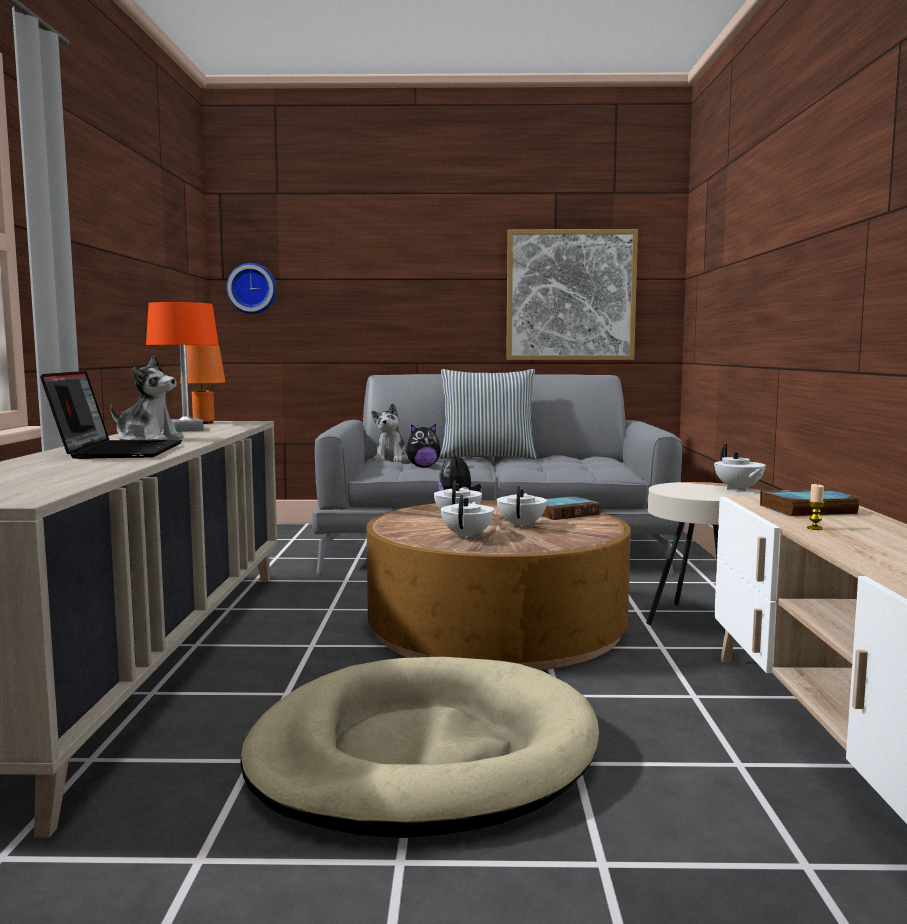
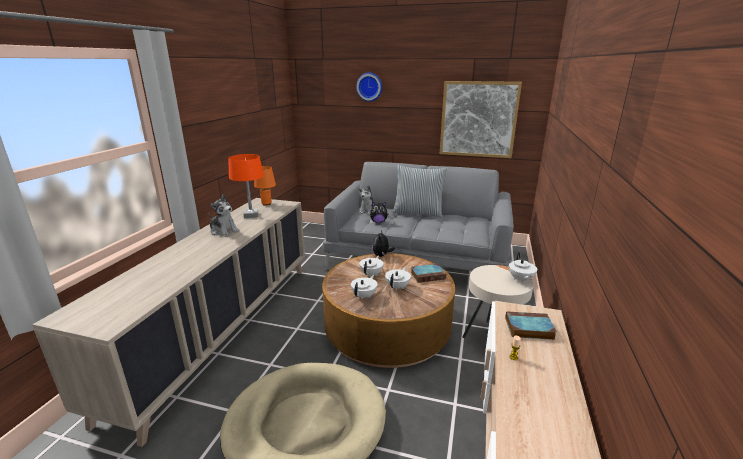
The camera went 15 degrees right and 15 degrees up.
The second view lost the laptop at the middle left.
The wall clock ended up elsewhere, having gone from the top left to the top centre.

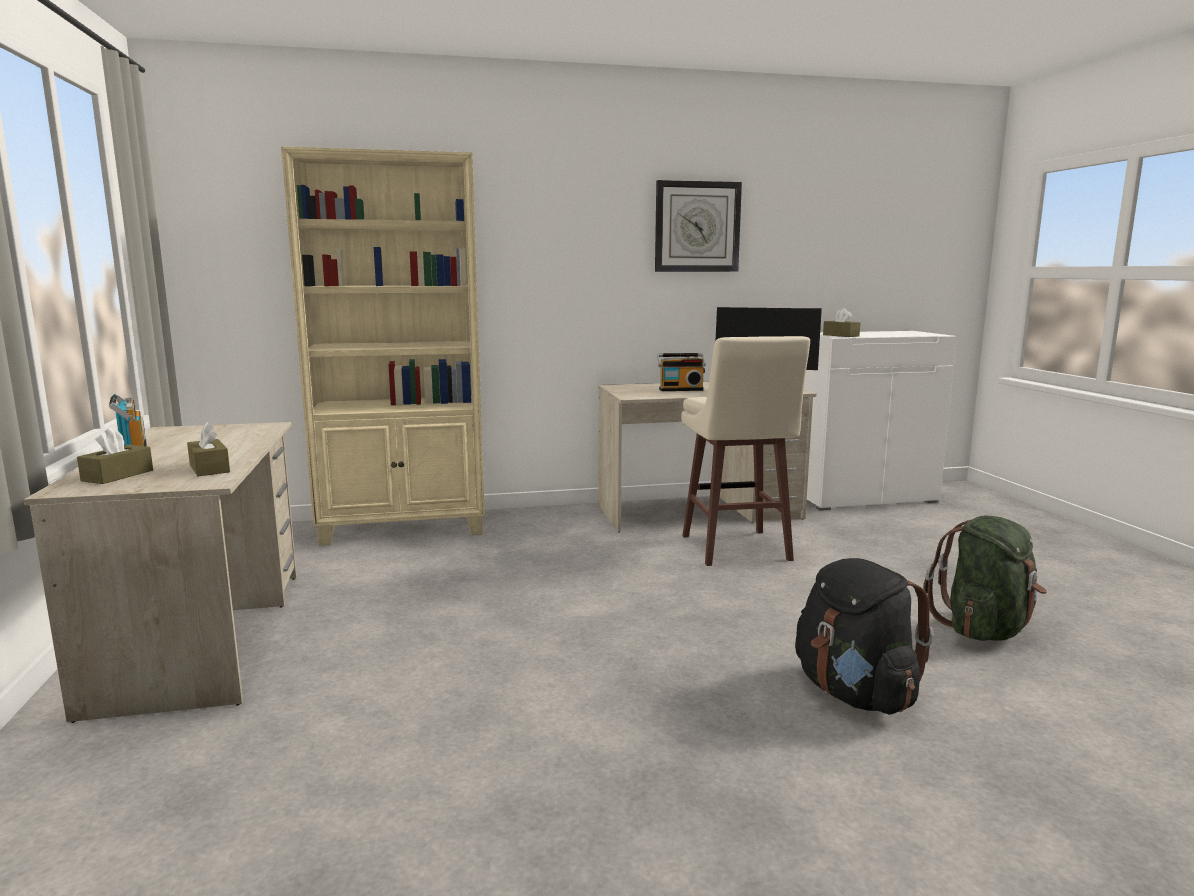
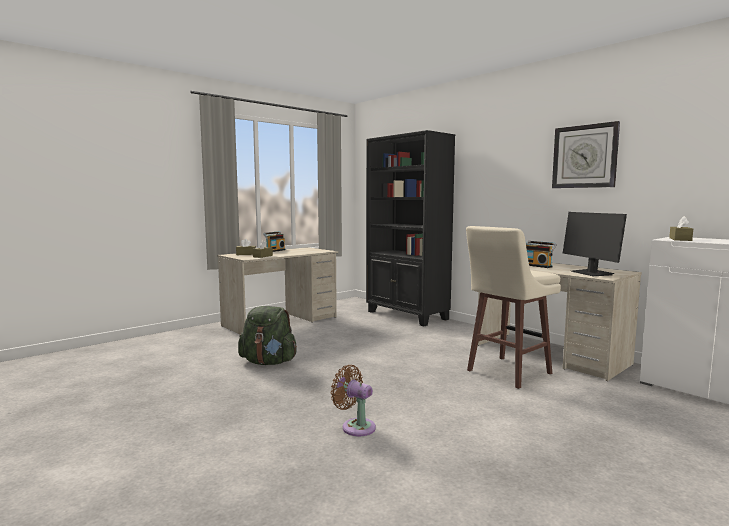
The camera went 60 degrees right and 5 degrees down.
What was the beige bookcase at the middle left turned into the black bookcase at the centre.
Where the black backpack stood at the bottom right, the brown fan came to stand at the bottom centre.
The green backpack ended up elsewhere, having gone from the middle right to the centre.

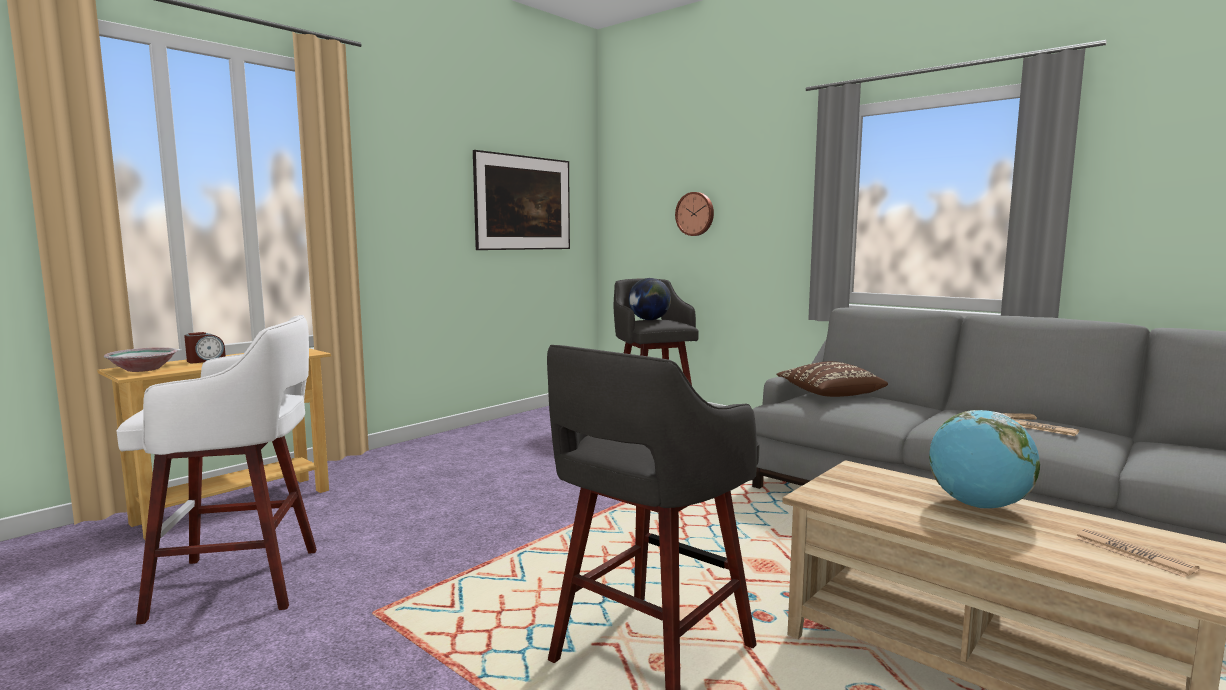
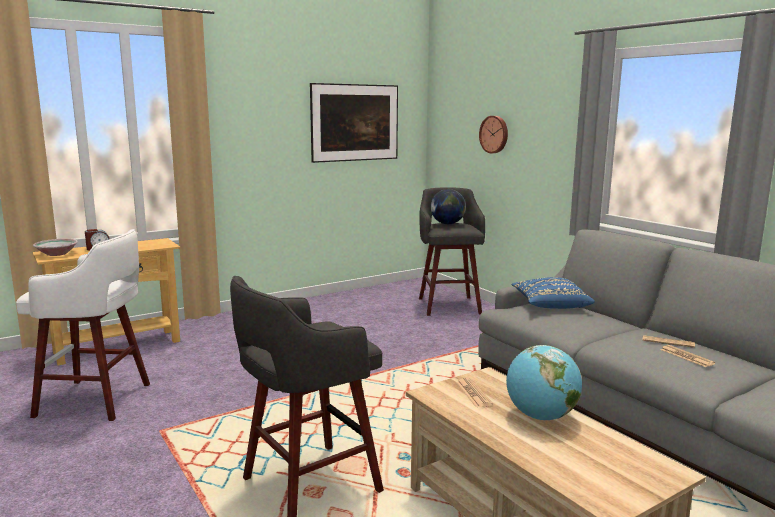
The camera went 15 degrees right and 5 degrees up.
What was the brown pillow at the middle right turned into the blue pillow at the middle right.
The newspaper (3rd from left in the first image) ended up elsewhere, having gone from the bottom right to the bottom centre.

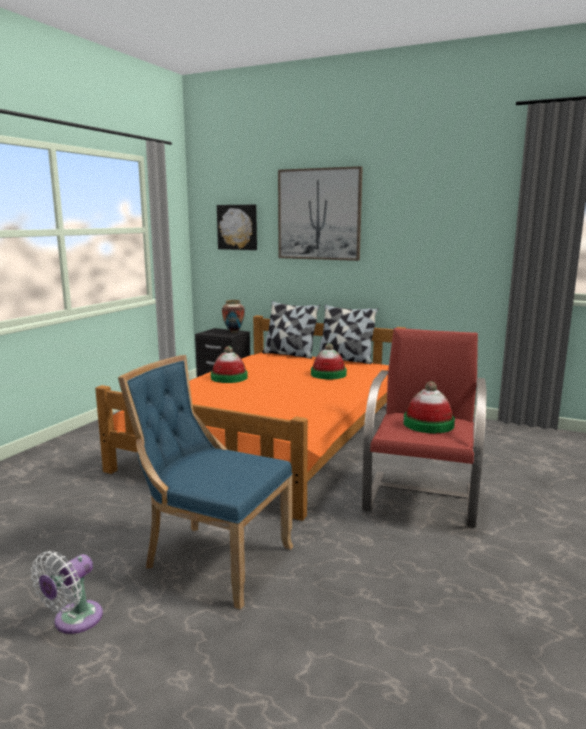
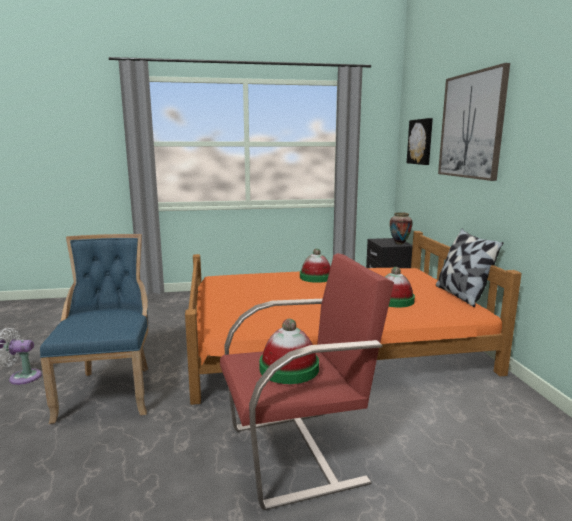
The camera went 55 degrees right and 0 degrees up.
The second view lost the pillow (1st from left) at the centre.

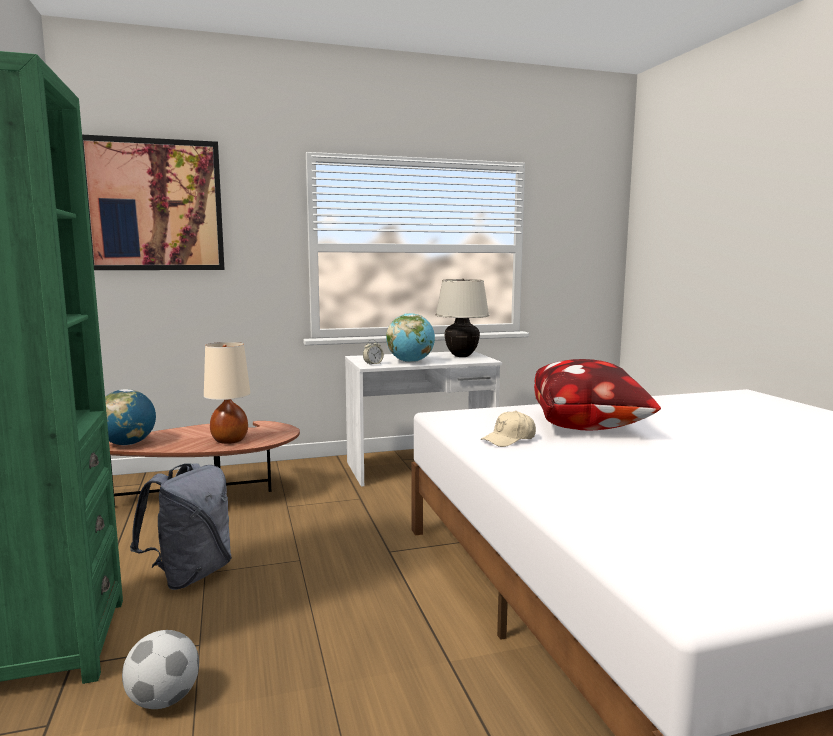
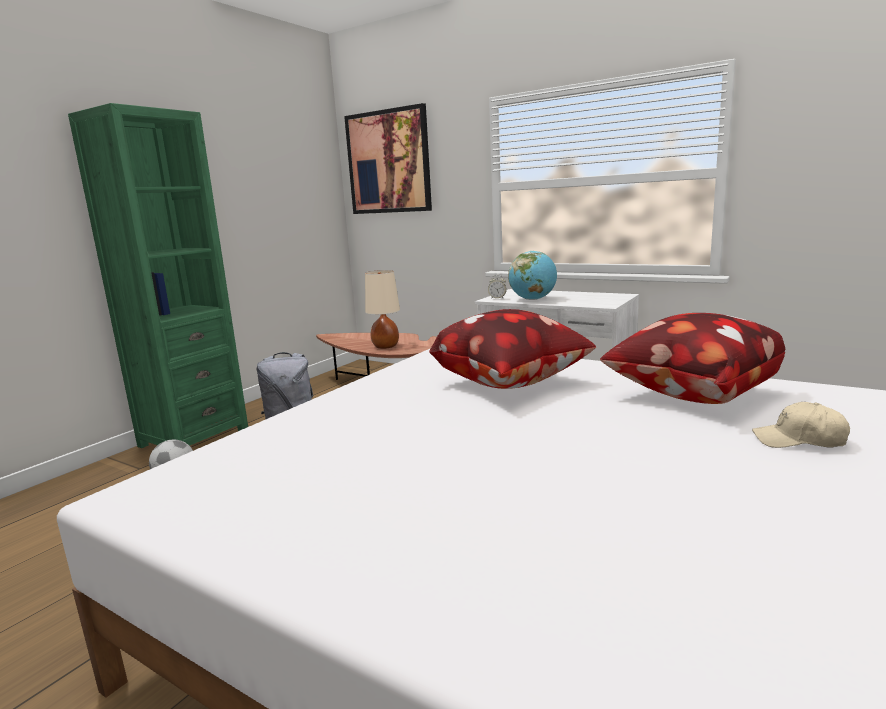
The camera went 50 degrees right and 5 degrees up.
The second view lost the globe (1st from left) at the middle left.
The second view lost the beige table lamp (2nd from left) at the centre.
The beige cap ended up elsewhere, having gone from the centre to the middle right.
The second view gained the pillow (2nd from left) at the middle right.

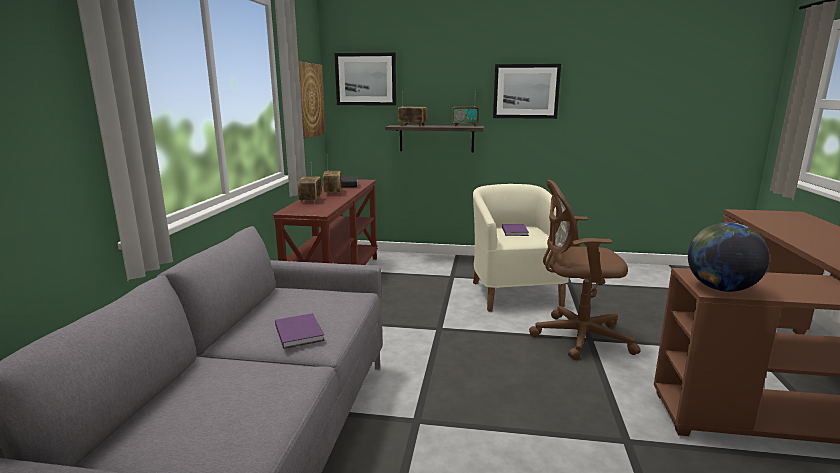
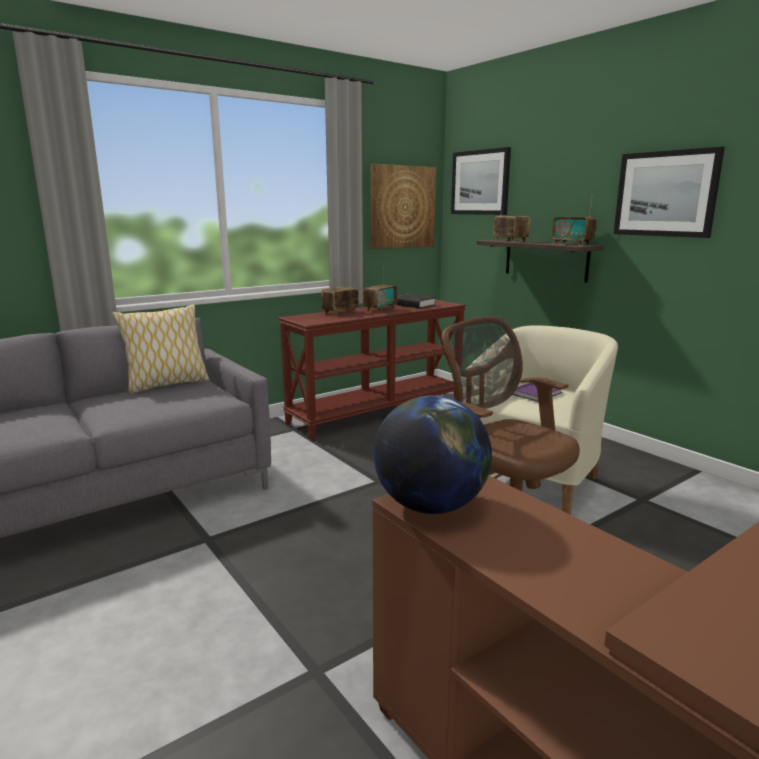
The camera went 45 degrees right and 0 degrees up.
The second view lost the purple book (1st from left) at the bottom centre.
The second view gained the pillow at the middle left.

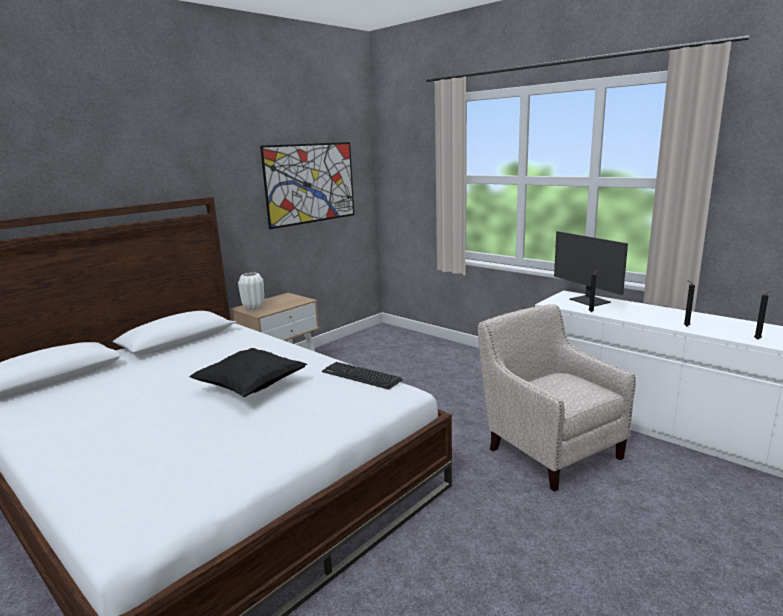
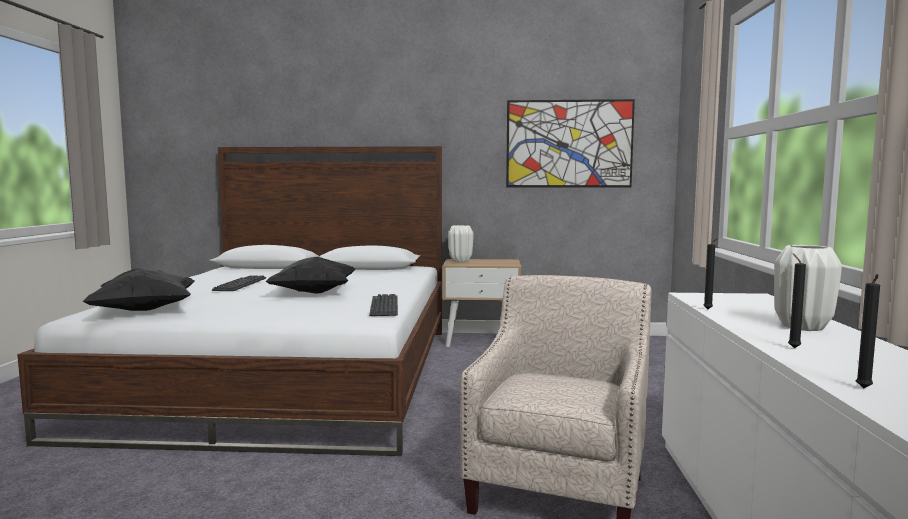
The camera went 50 degrees right and 10 degrees down.
The second view lost the monitor at the middle right.
The second view gained the black pillow (1st from left) at the middle left.
The second view gained the keyboard (1st from left) at the middle left.
The second view gained the white vase (2nd from left) at the middle right.

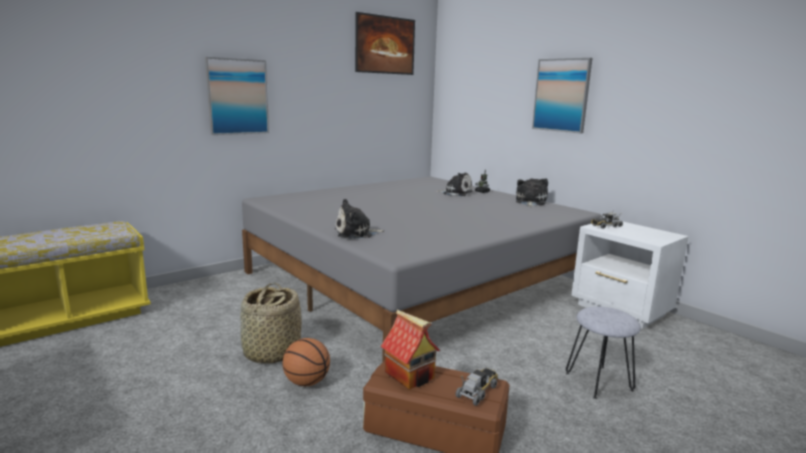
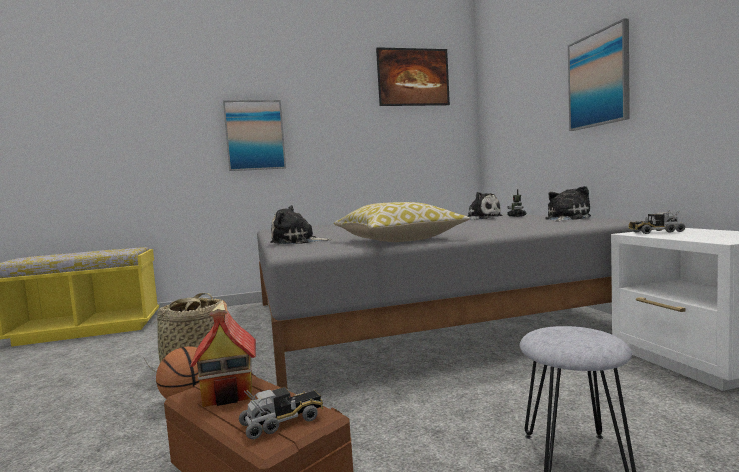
The camera went 25 degrees right and 10 degrees down.
The second view gained the pillow at the centre.

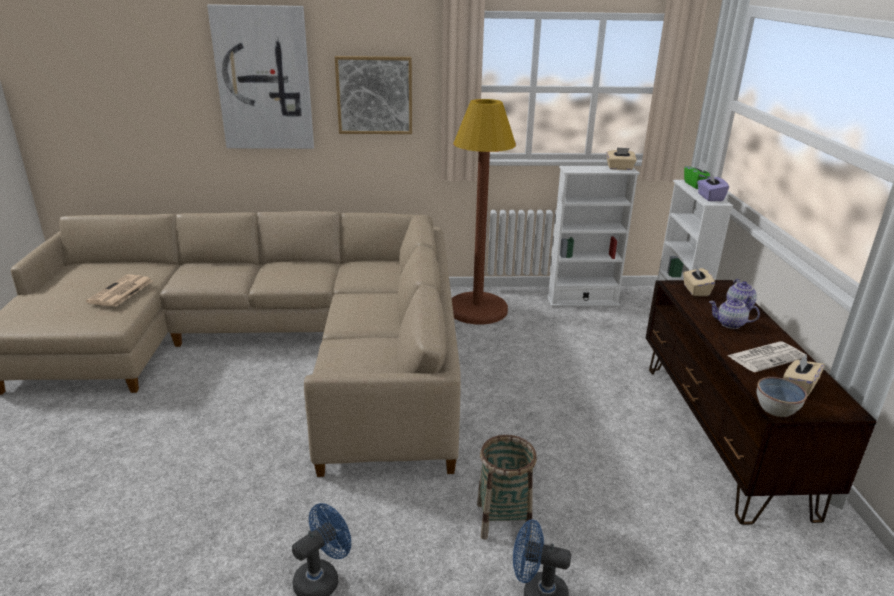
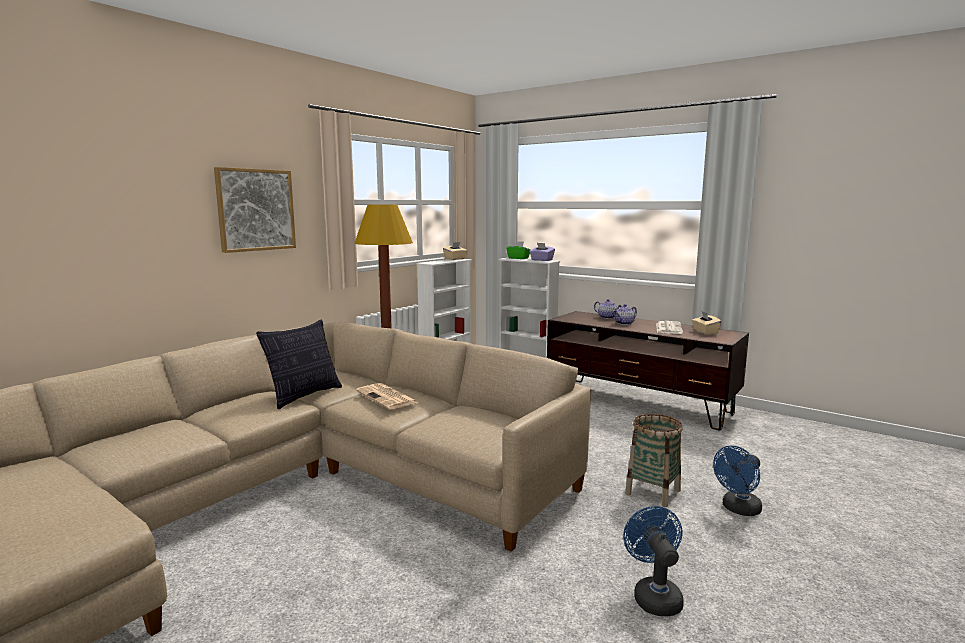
The camera went 50 degrees left and 15 degrees down.
The newspaper (1st from left) ended up elsewhere, having gone from the middle left to the centre.
The second view lost the picture (1st from left) at the top left.
The second view lost the beige tissue box (2nd from left) at the middle right.
The second view lost the bowl at the middle right.
The second view gained the pillow at the middle left.

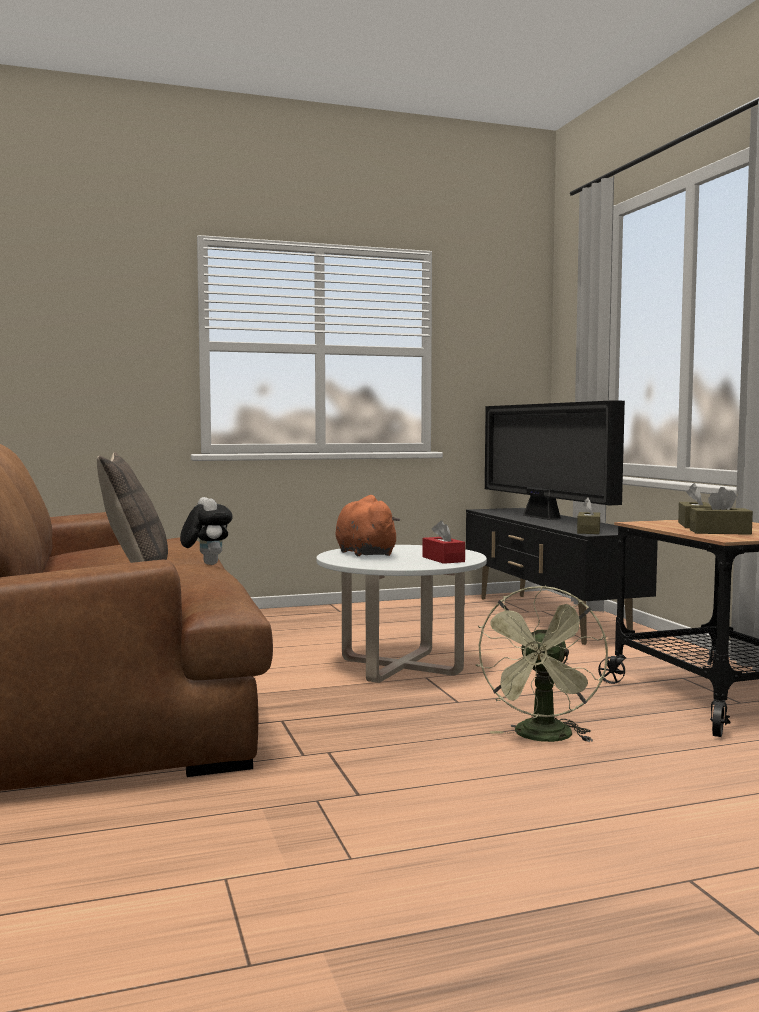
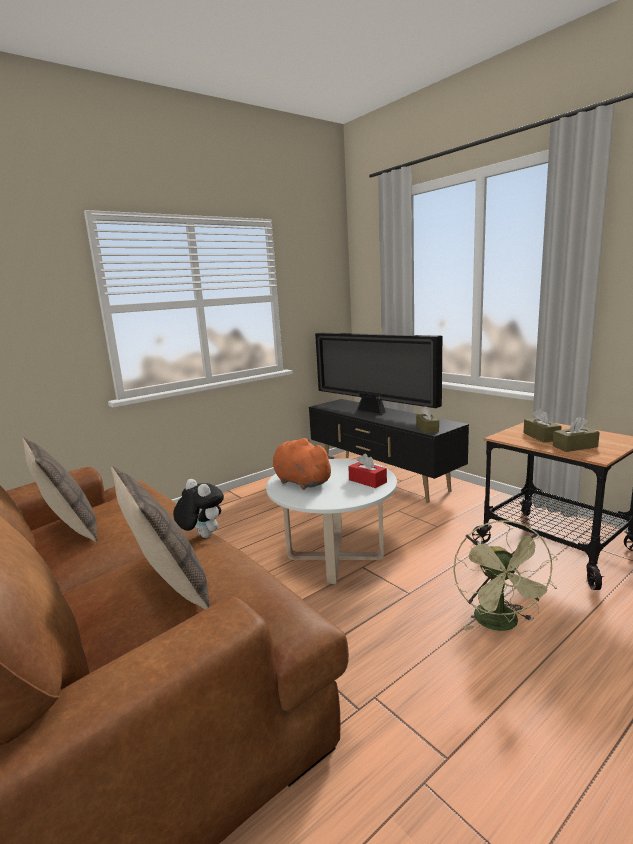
The camera went 20 degrees left and 10 degrees up.
The second view gained the pillow (1st from left) at the middle left.

